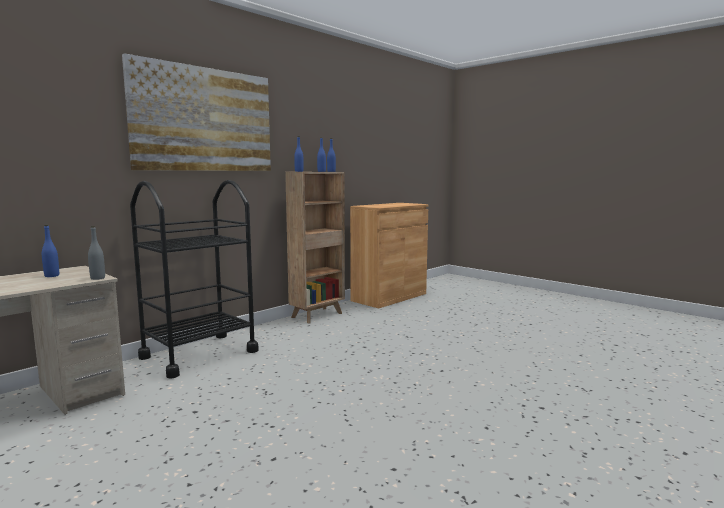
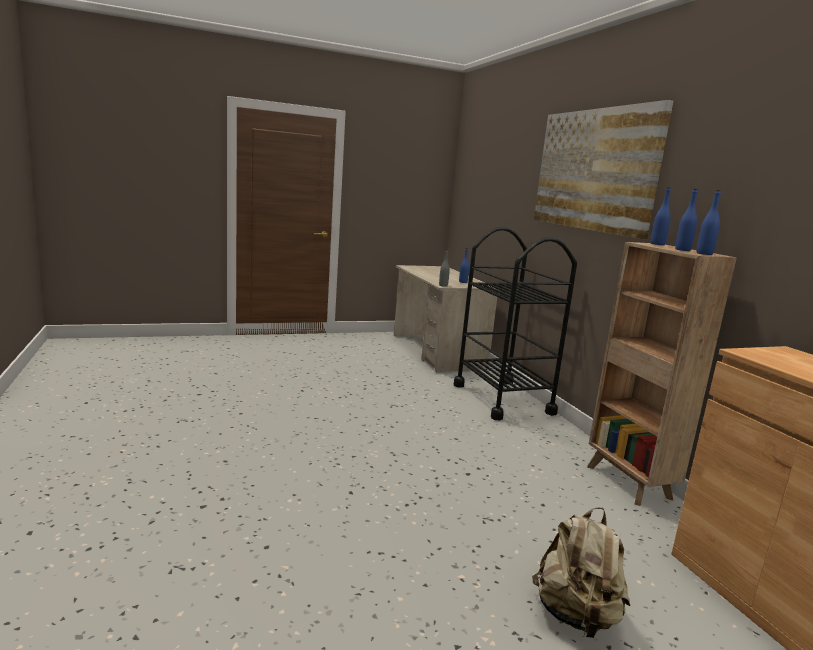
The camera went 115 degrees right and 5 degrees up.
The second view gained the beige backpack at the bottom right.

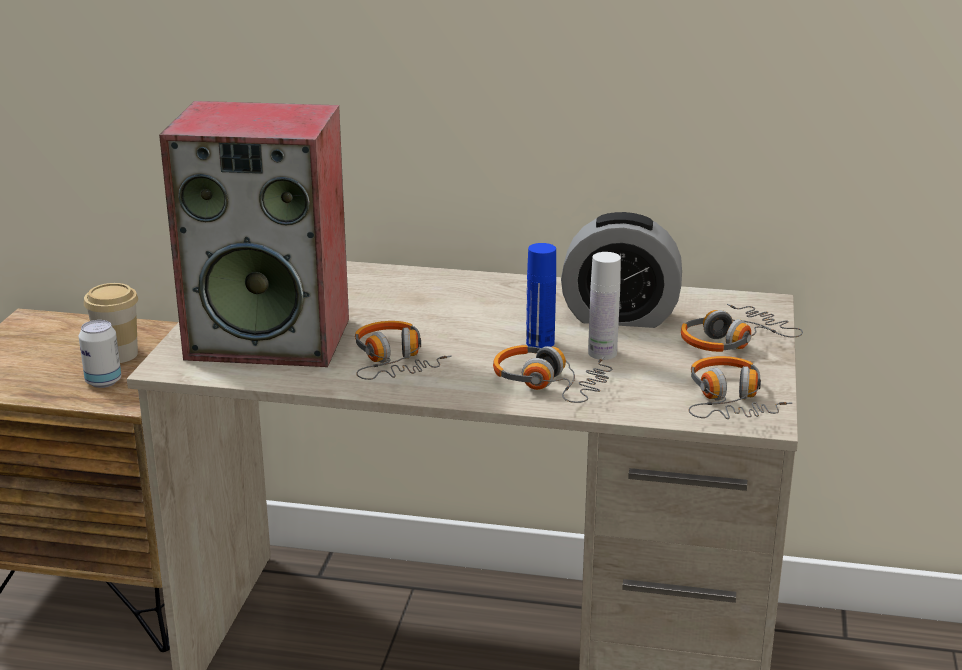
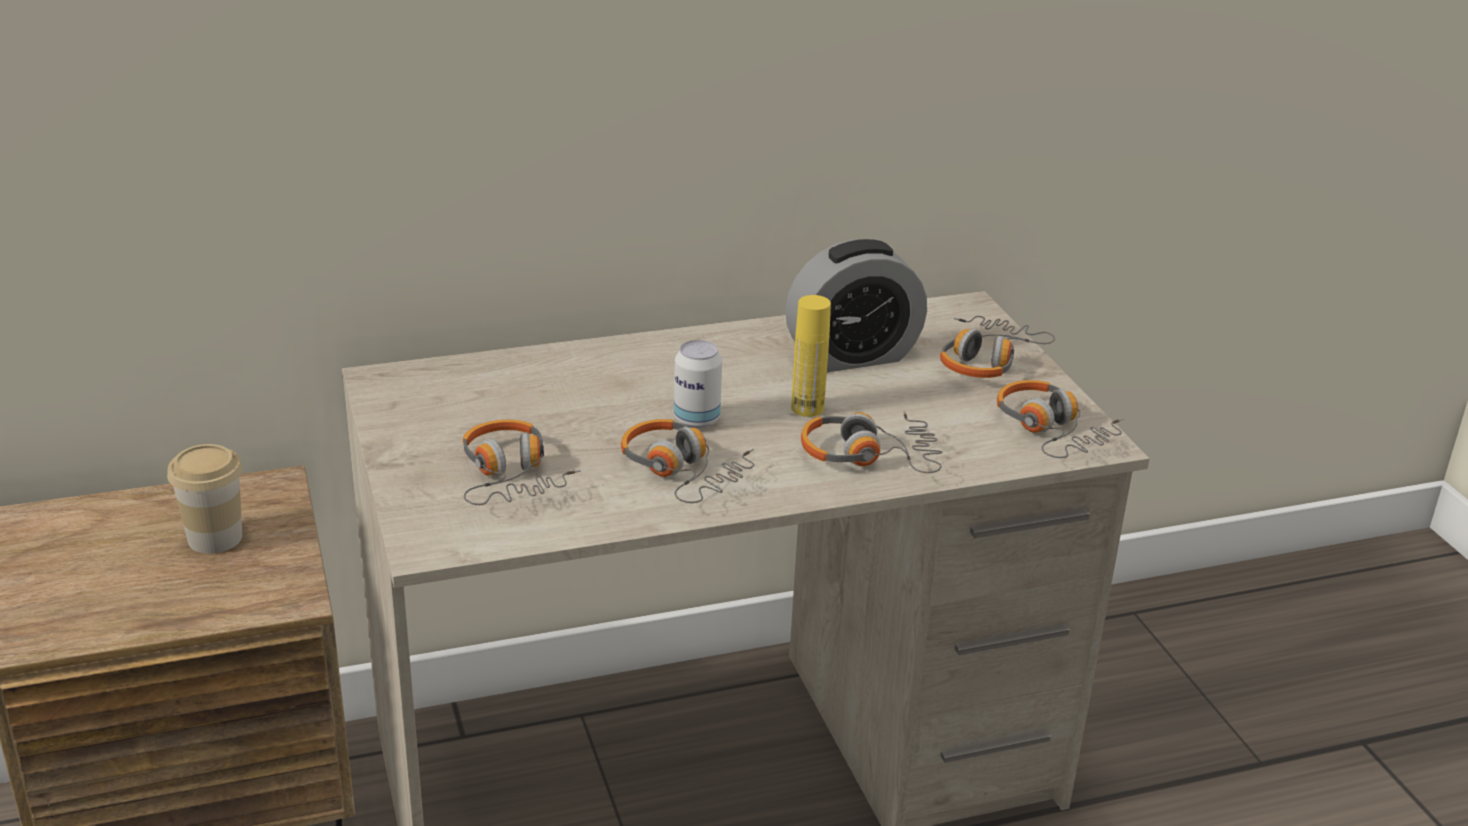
The camera went 30 degrees left and 5 degrees up.
The can ended up elsewhere, having gone from the middle left to the centre.
Where the speaker stood at the middle left, the headphones (1st from left) came to stand at the centre.
What was the blue bottle at the centre turned into the yellow bottle at the centre.
The second view lost the white bottle at the centre.

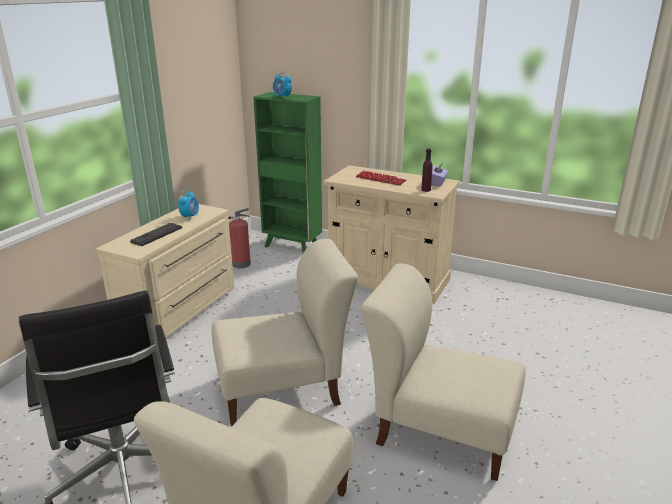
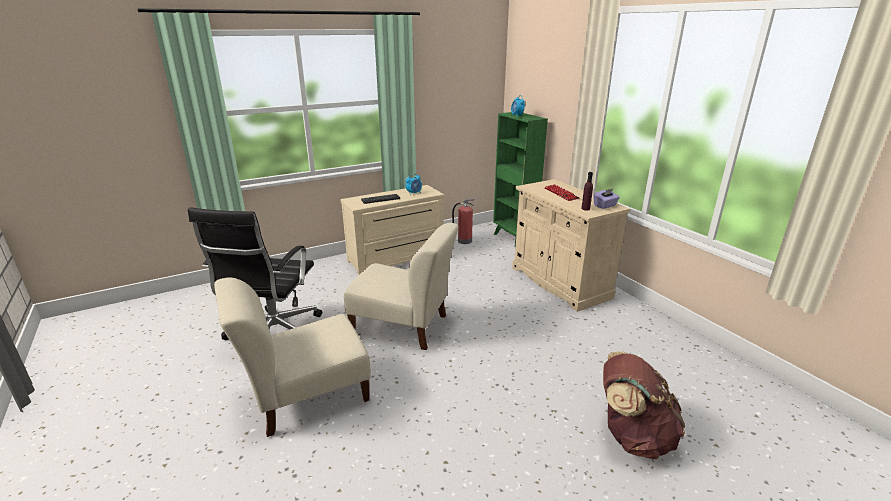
The camera went 35 degrees right and 0 degrees up.
The second view lost the beige chair (3rd from left) at the bottom centre.
The second view gained the brown backpack at the bottom right.

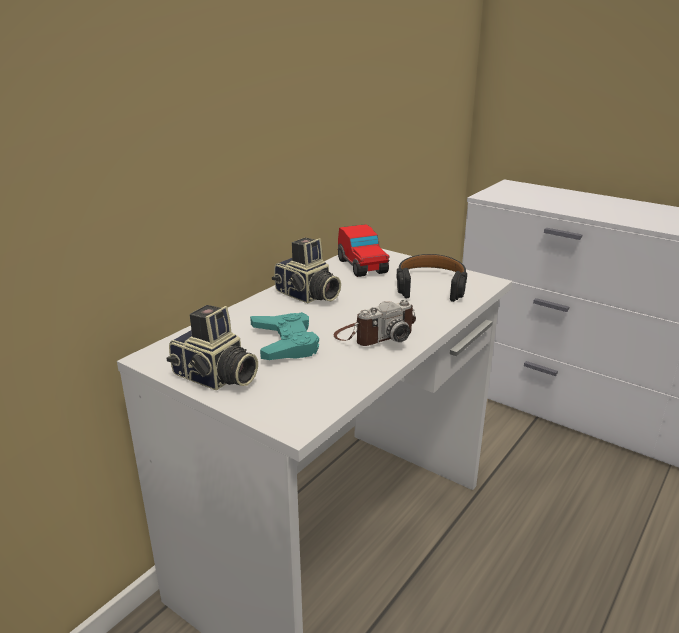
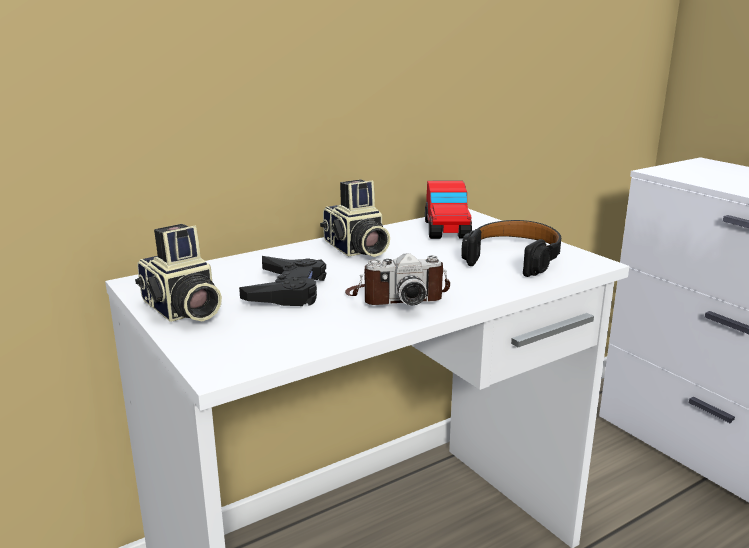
The camera went 20 degrees right and 5 degrees down.
What was the turquoise game controller at the centre turned into the black game controller at the centre.

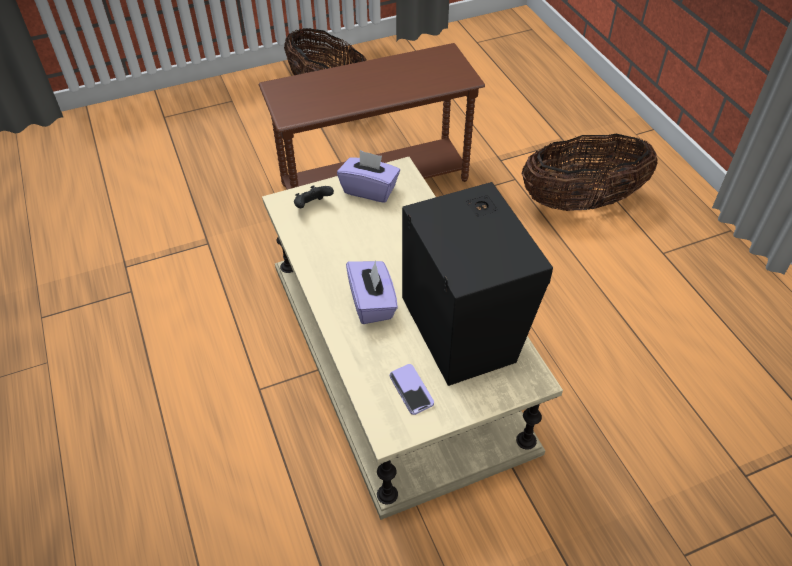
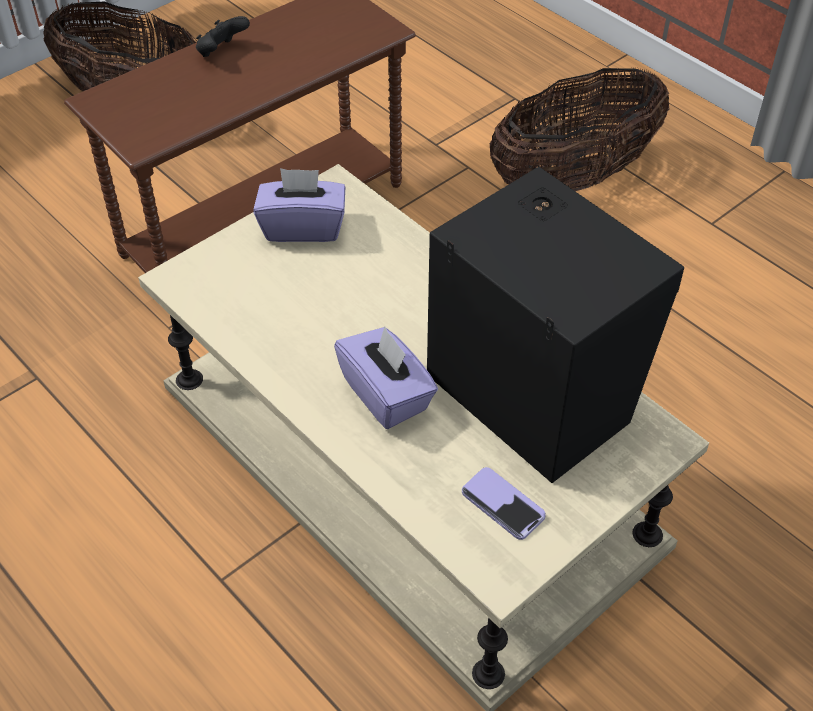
The camera went 20 degrees left and 0 degrees up.
The black game controller ended up elsewhere, having gone from the centre to the top left.

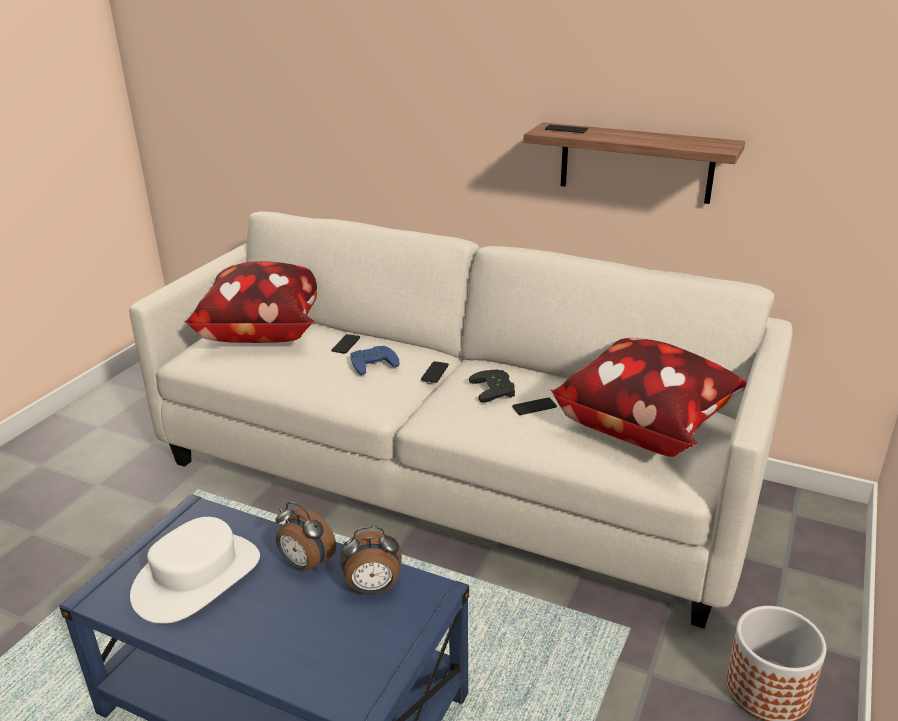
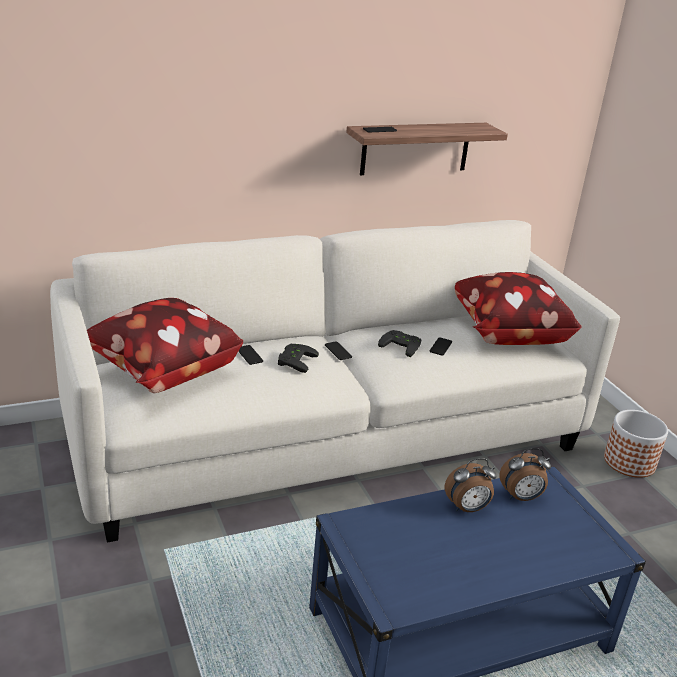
The camera went 50 degrees left and 0 degrees up.
The second view lost the white hat at the bottom left.
The alarm clock (2nd from left) at the bottom centre ended up facing another way, 45 degrees clockwise from before.
What was the blue game controller at the centre turned into the black game controller (1st from left) at the centre.

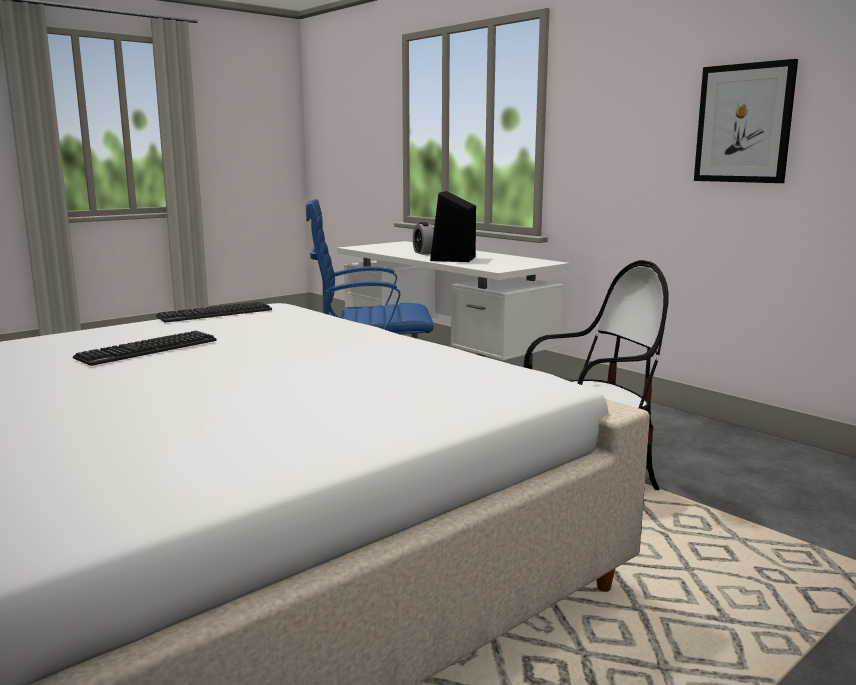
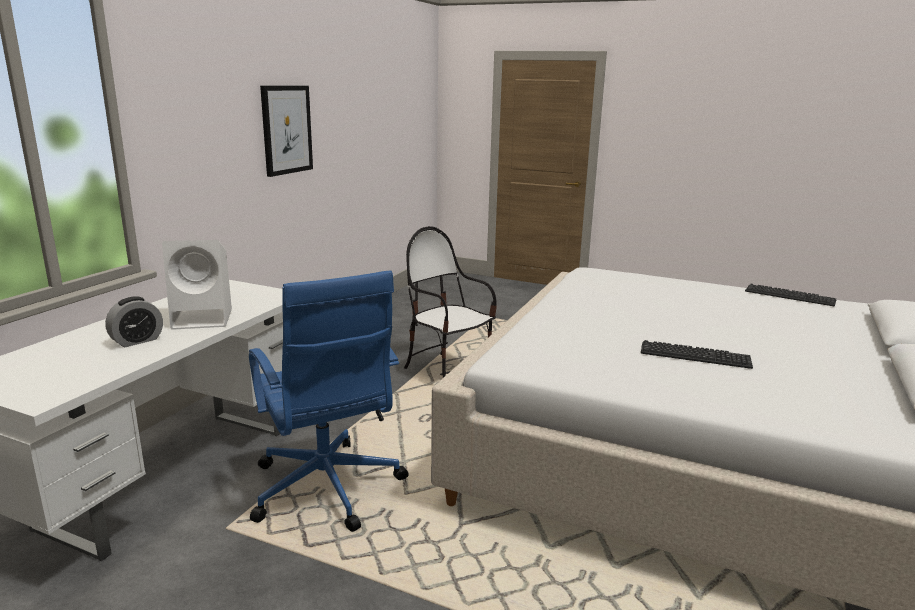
The camera went 115 degrees left and 5 degrees up.
The keyboard (2nd from left) ended up elsewhere, having gone from the middle left to the middle right.
What was the black speaker at the top centre turned into the white speaker at the middle left.

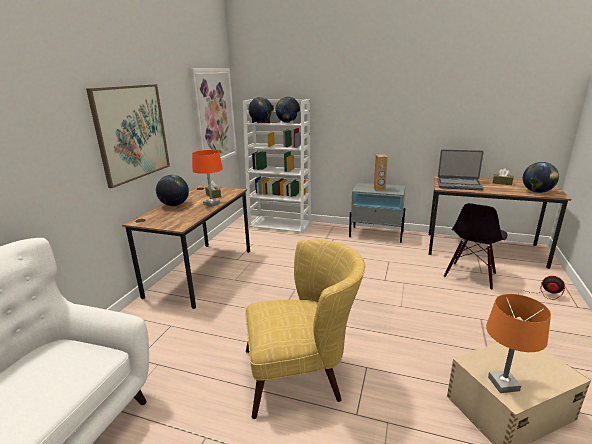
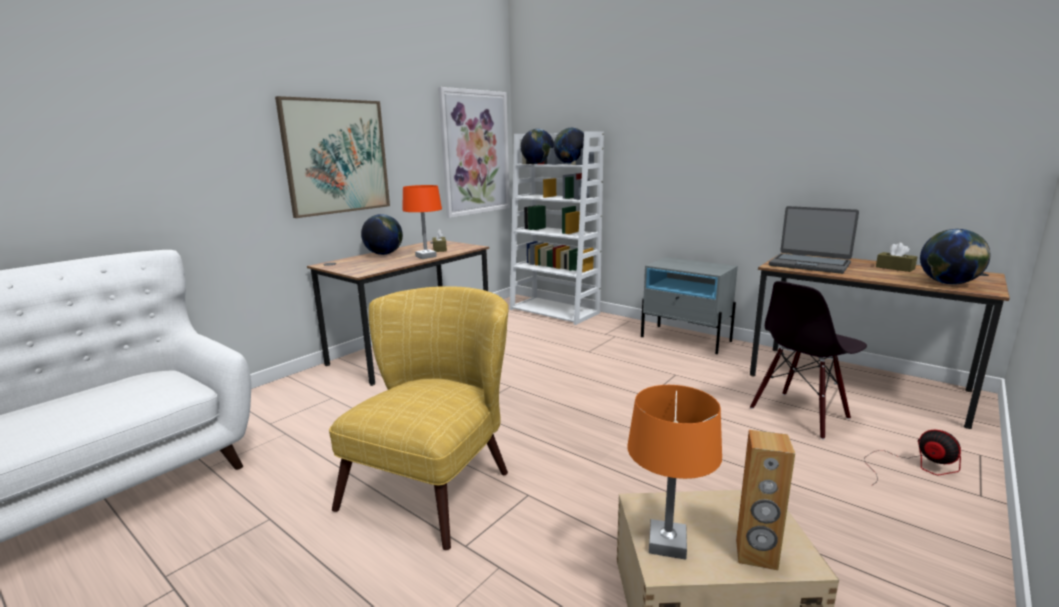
The camera went 20 degrees right and 5 degrees down.
The yellow armchair at the bottom centre ended up facing another way, 75 degrees counterclockwise from before.
The brown speaker ended up elsewhere, having gone from the centre to the bottom right.

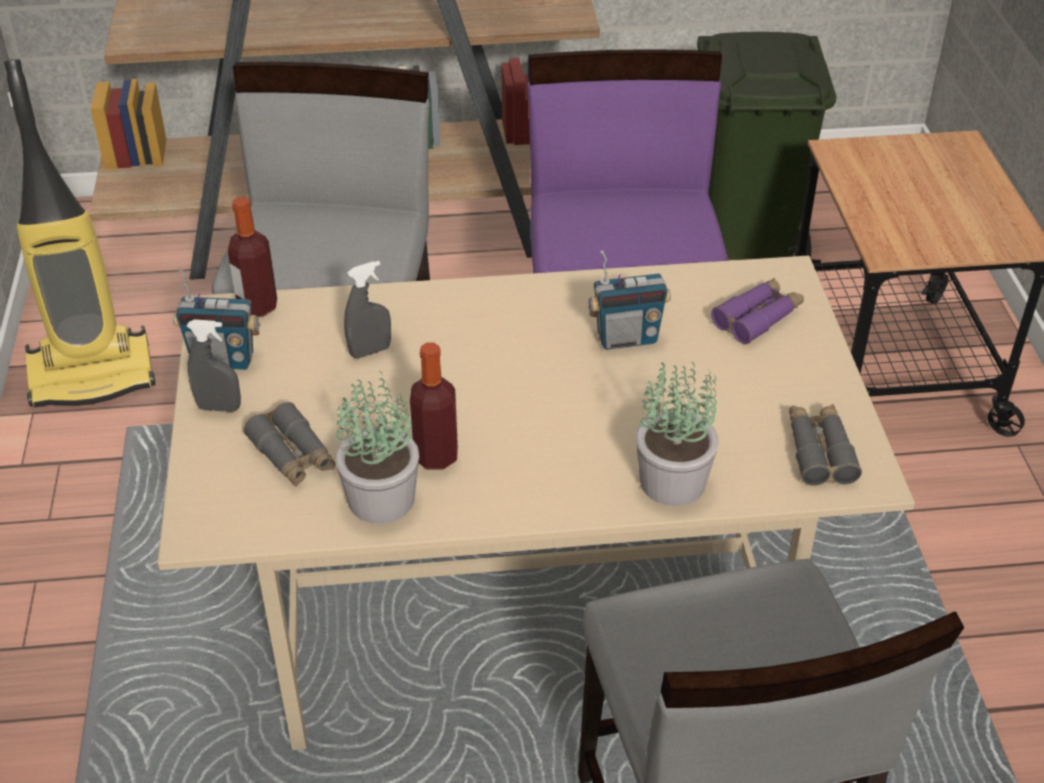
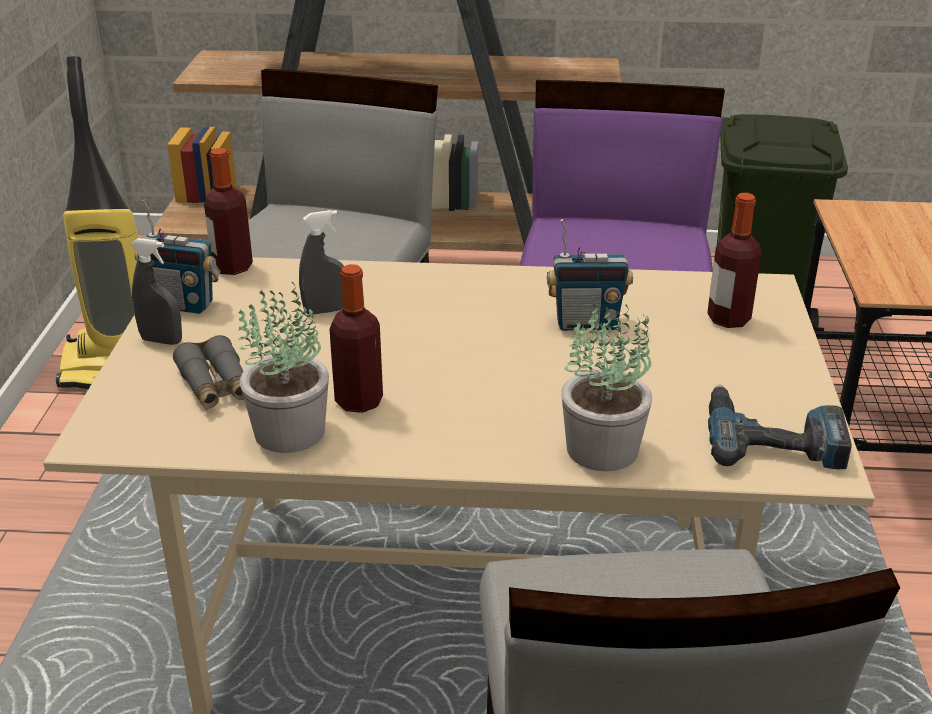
The camera went 10 degrees right and 10 degrees down.
Where the purple binoculars stood at the middle right, the bottle (3rd from left) came to stand at the middle right.
Where the grey binoculars (2nd from left) stood at the middle right, the power drill came to stand at the middle right.

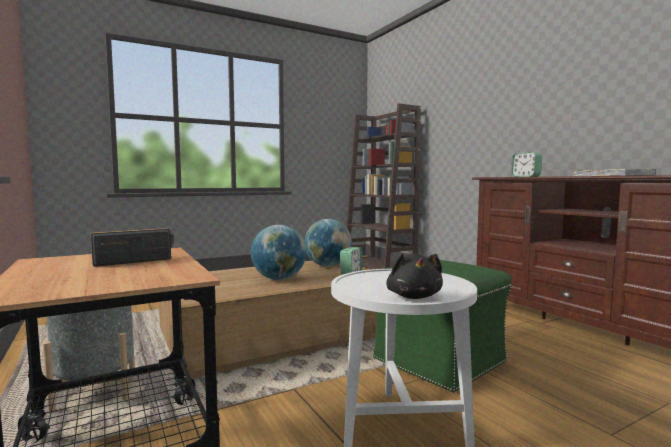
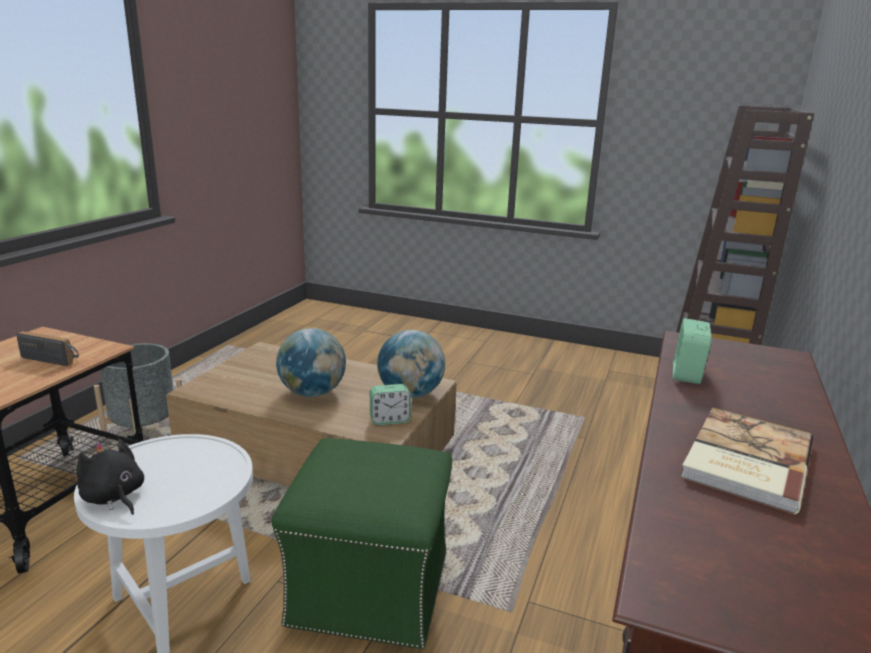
The camera went 50 degrees right and 15 degrees up.
The black plush toy at the centre ended up facing another way, 90 degrees clockwise from before.

